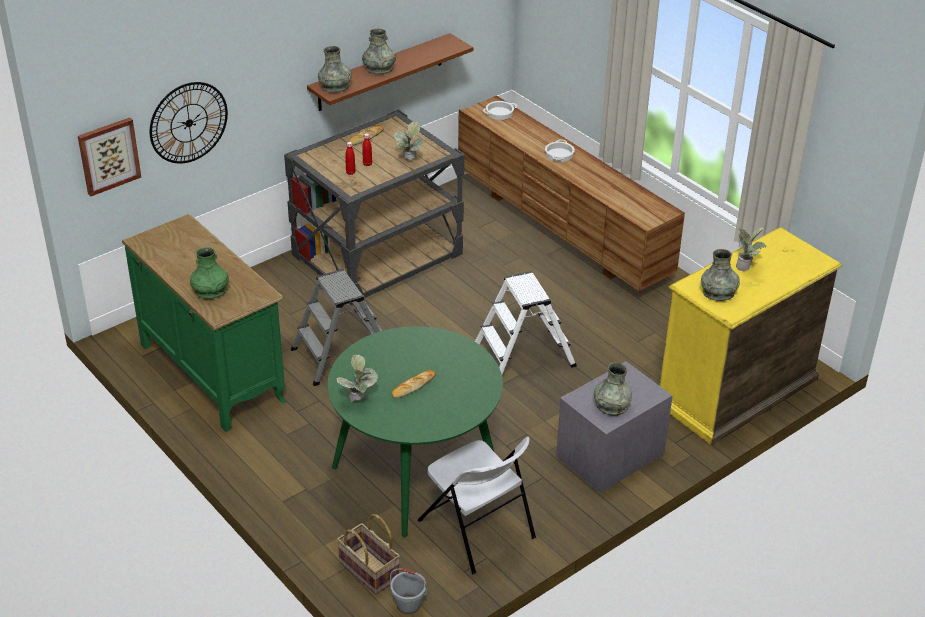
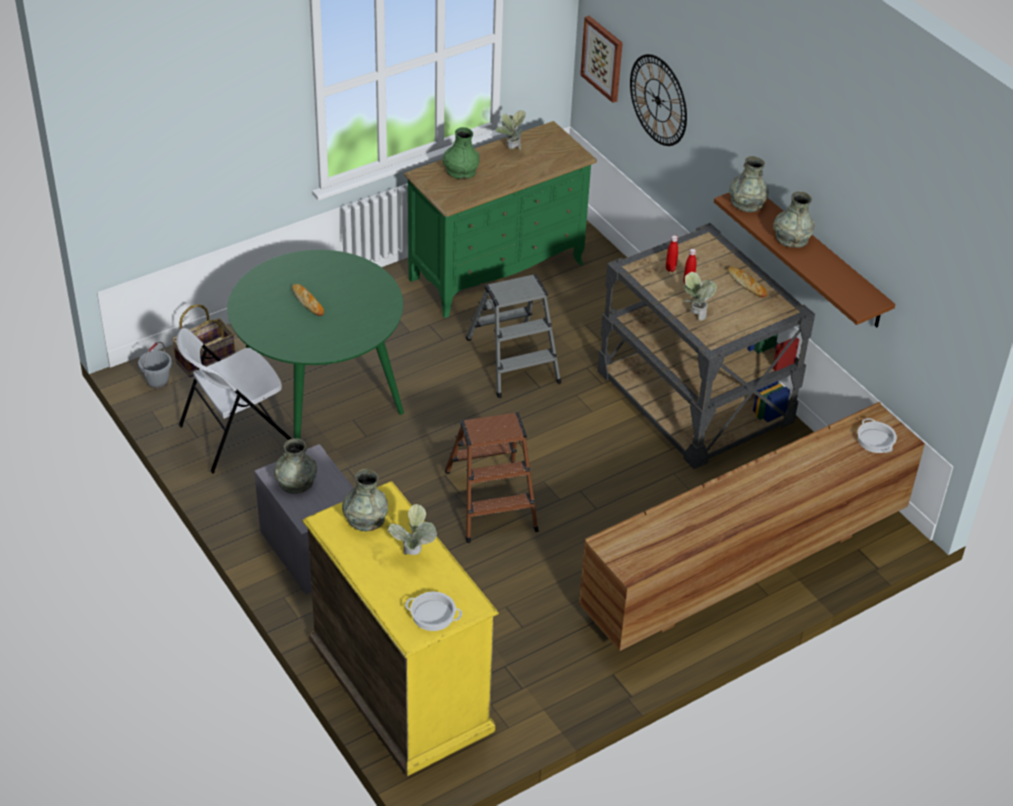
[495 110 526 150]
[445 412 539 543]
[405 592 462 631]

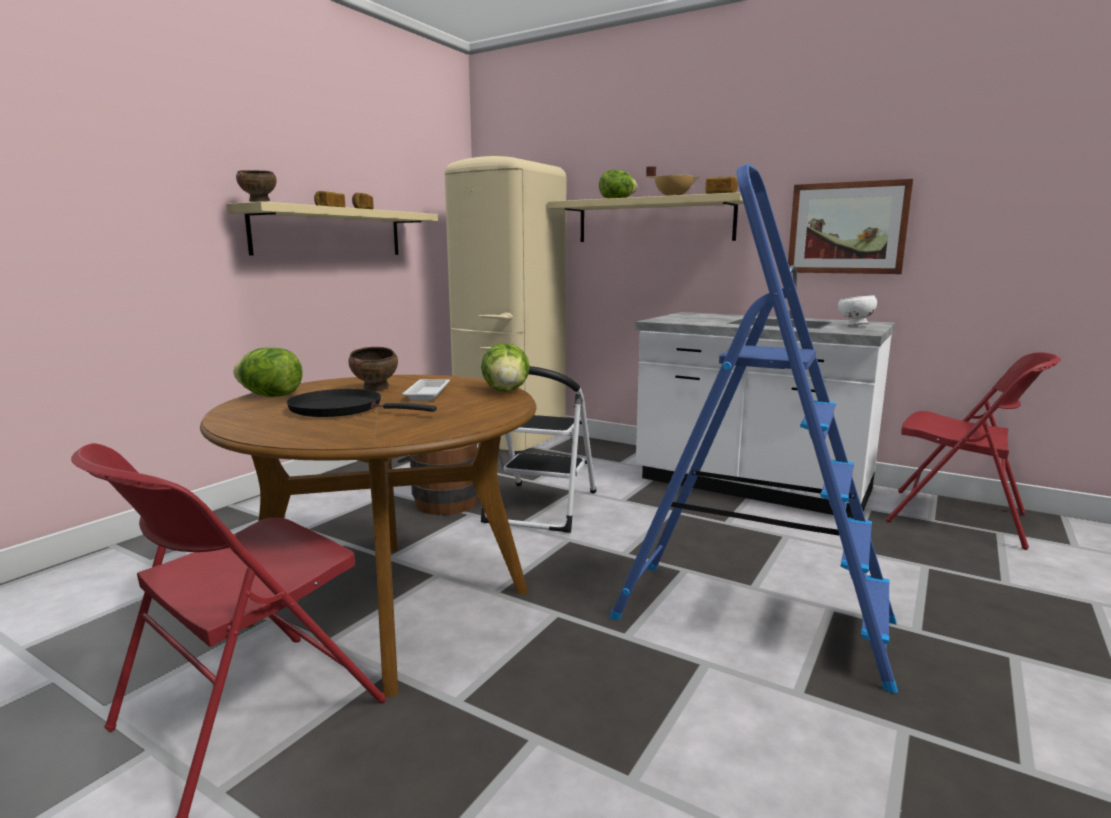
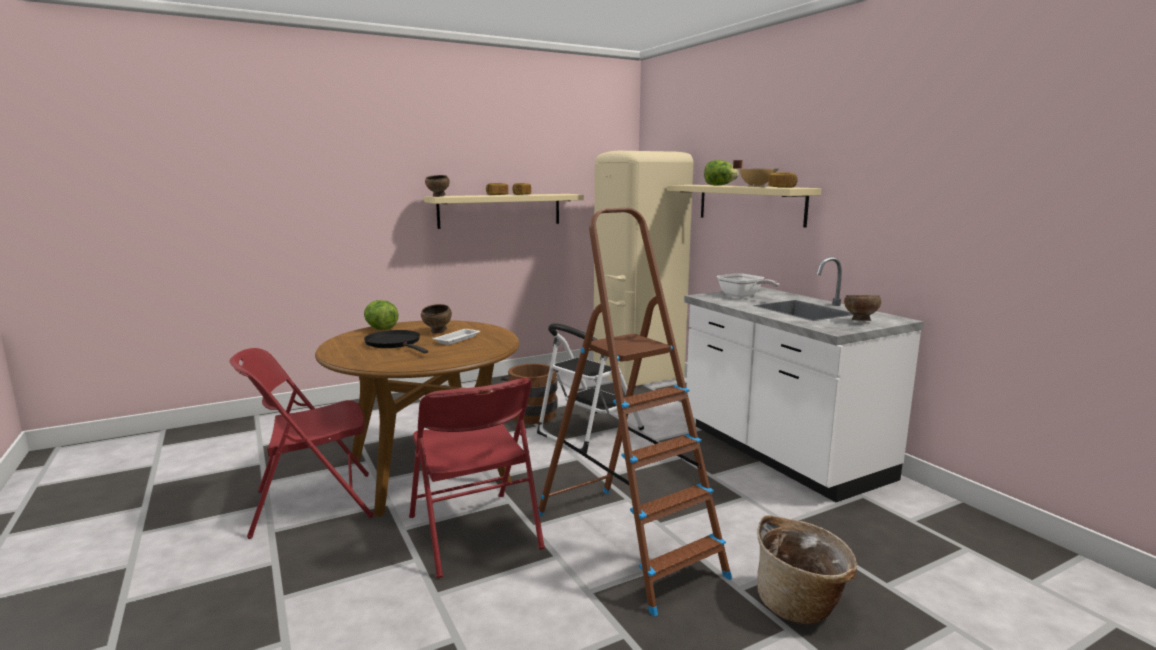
[481 343 530 392] (first image)
[538 208 732 616]
[788 179 913 274] (first image)
[844 295 881 321]
[409 378 545 579]
[717 273 779 298]
[757 515 857 624]

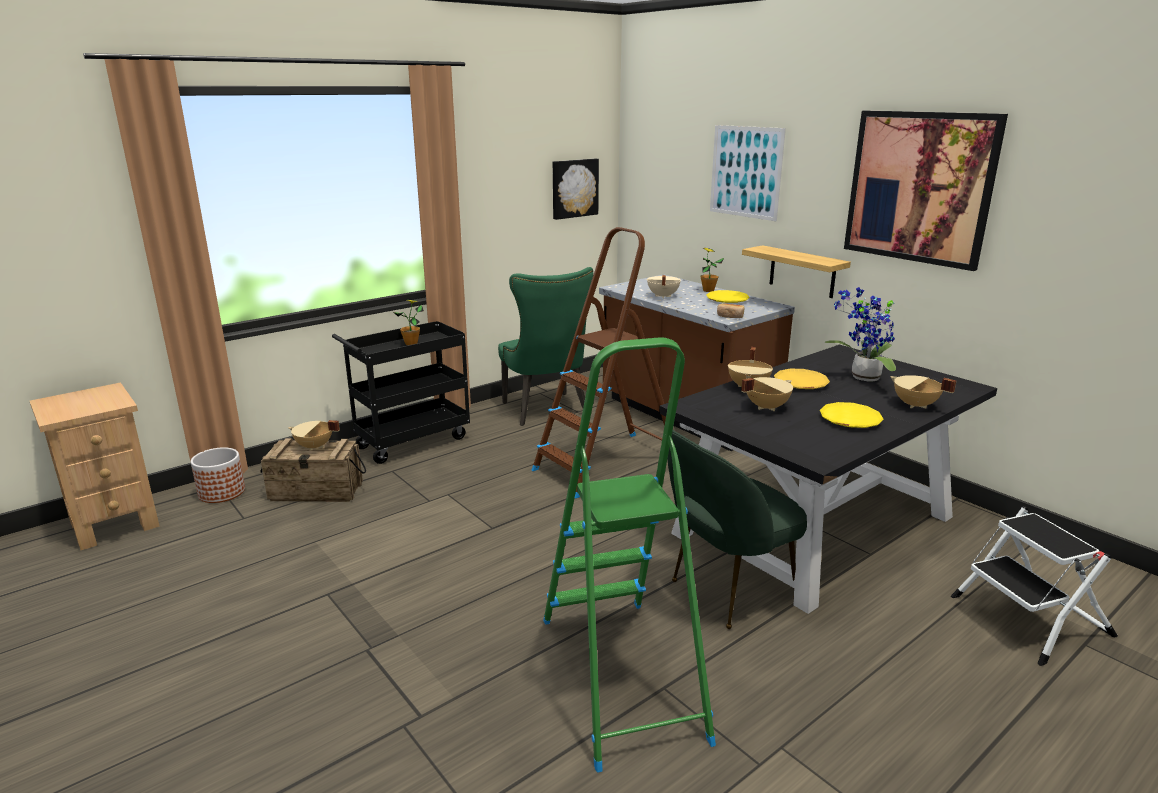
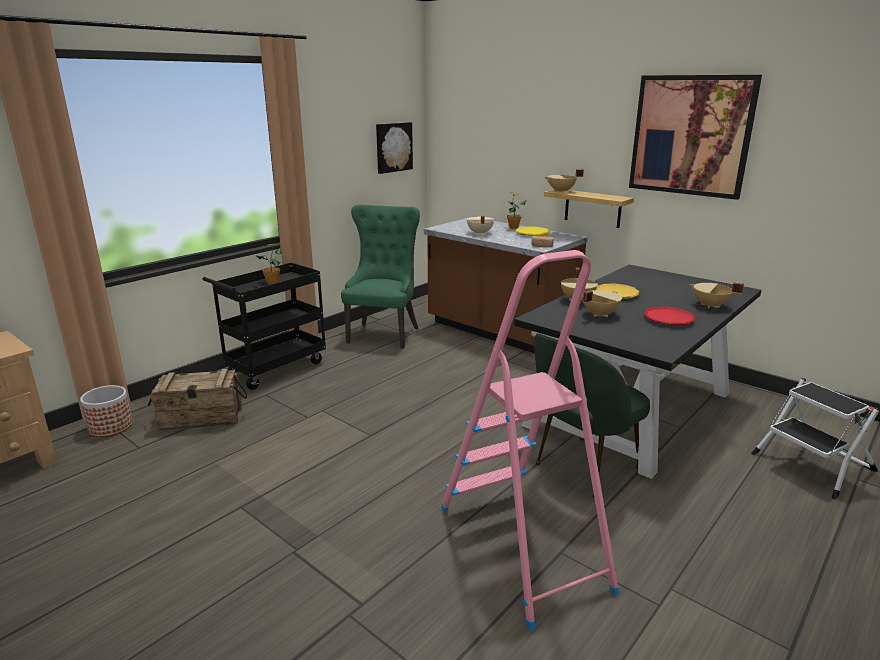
[545 169 584 193]
[341 205 420 349]
[532 227 666 498] (first image)
[441 250 619 631]
[710 125 786 221] (first image)
[644 307 695 325]
[825 287 896 382] (first image)

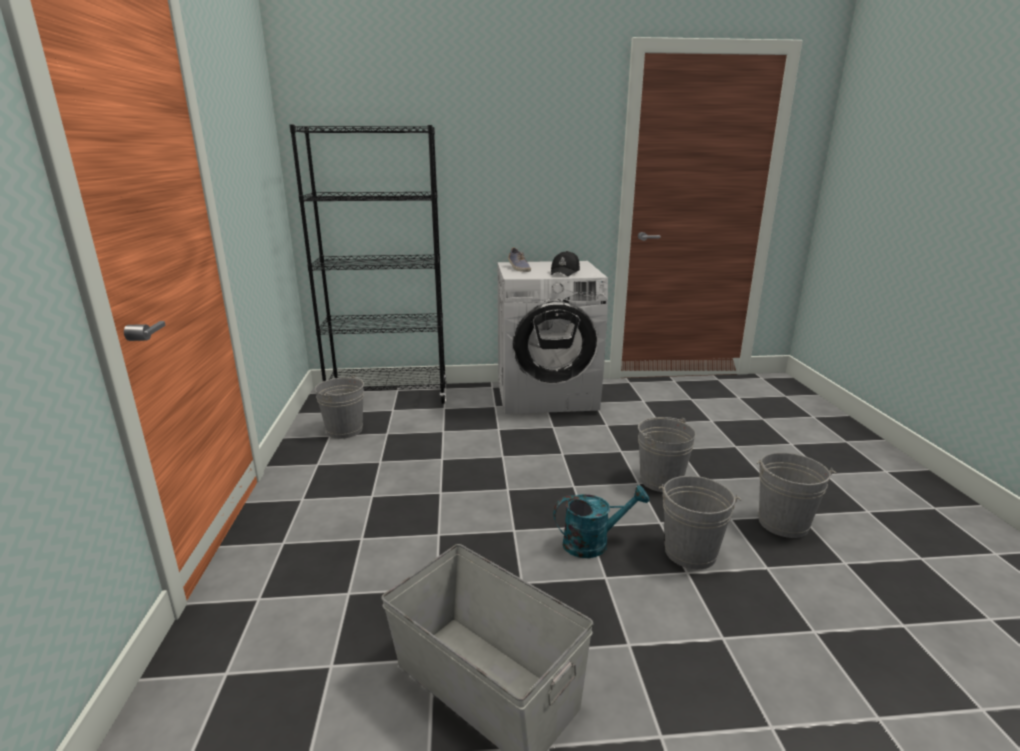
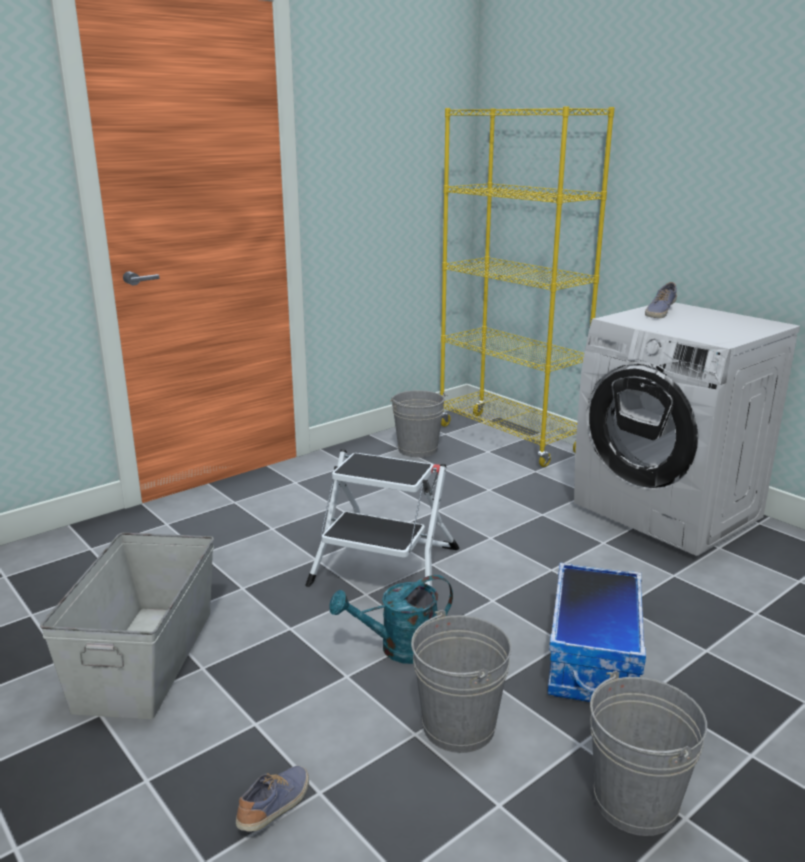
[440 106 615 467]
[551 251 580 276] (first image)
[330 575 453 664]
[547 563 646 702]
[236 766 309 831]
[305 449 459 587]

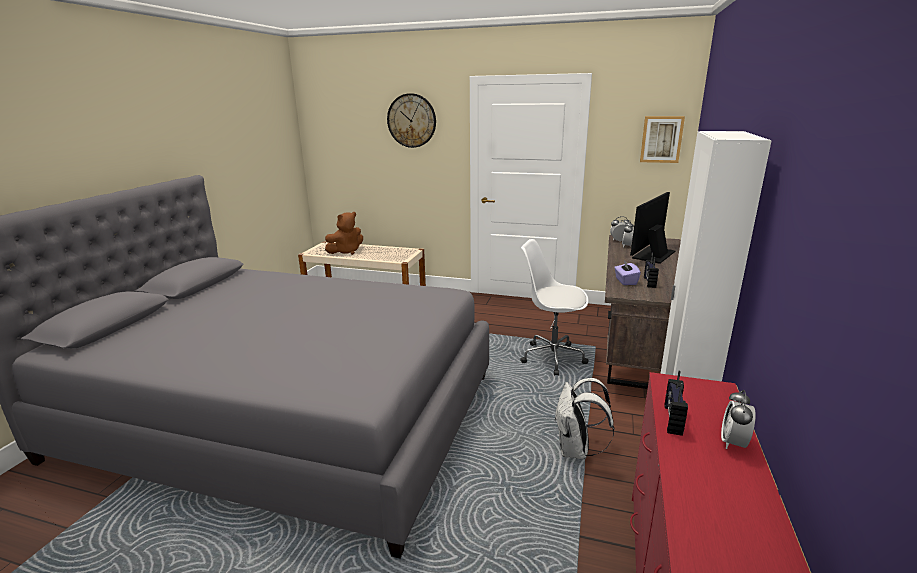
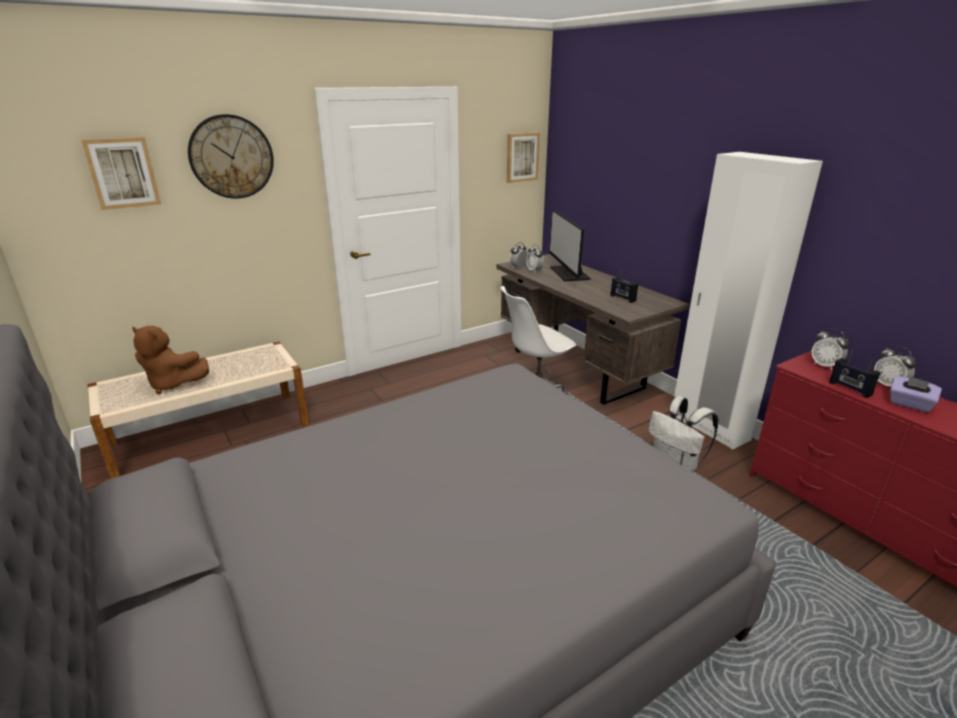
[132 326 209 394]
[890 376 942 413]
[81 137 161 210]
[812 329 849 370]

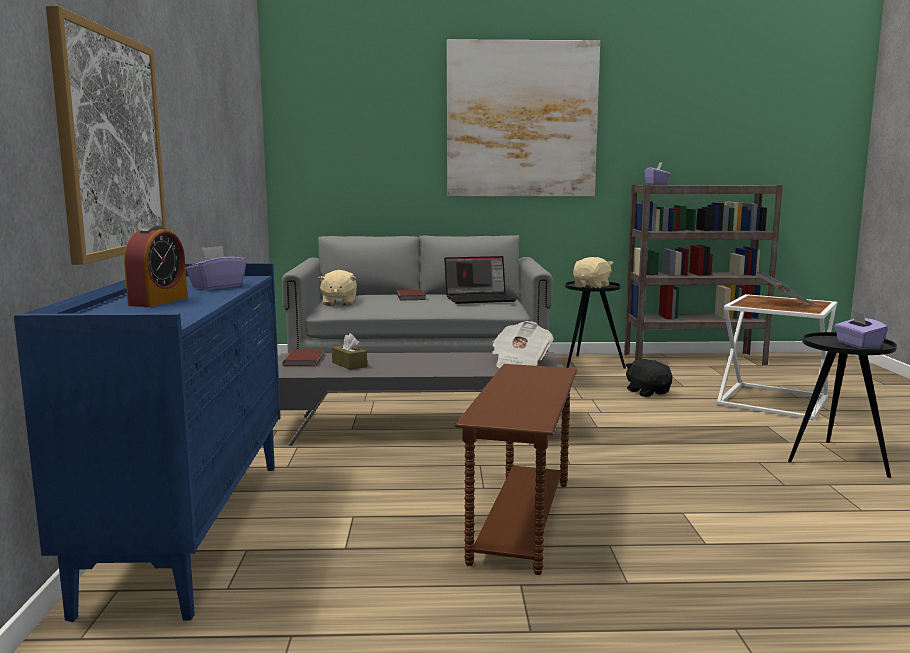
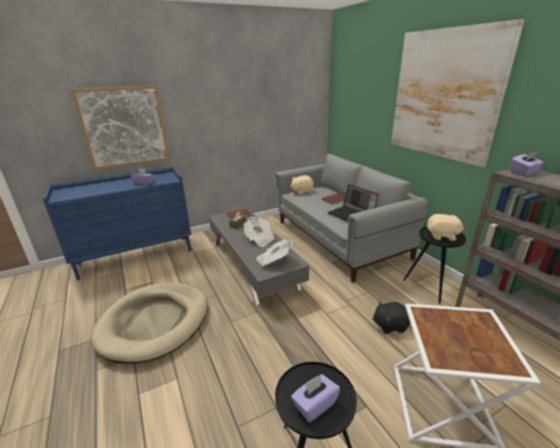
[124 225 188 307] (first image)
[90 283 208 364]
[373 301 410 334]
[244 217 275 247]

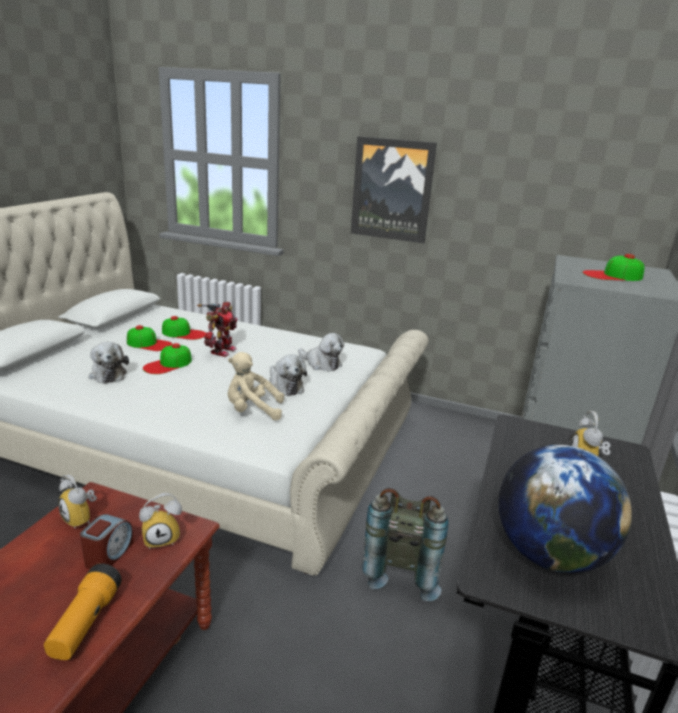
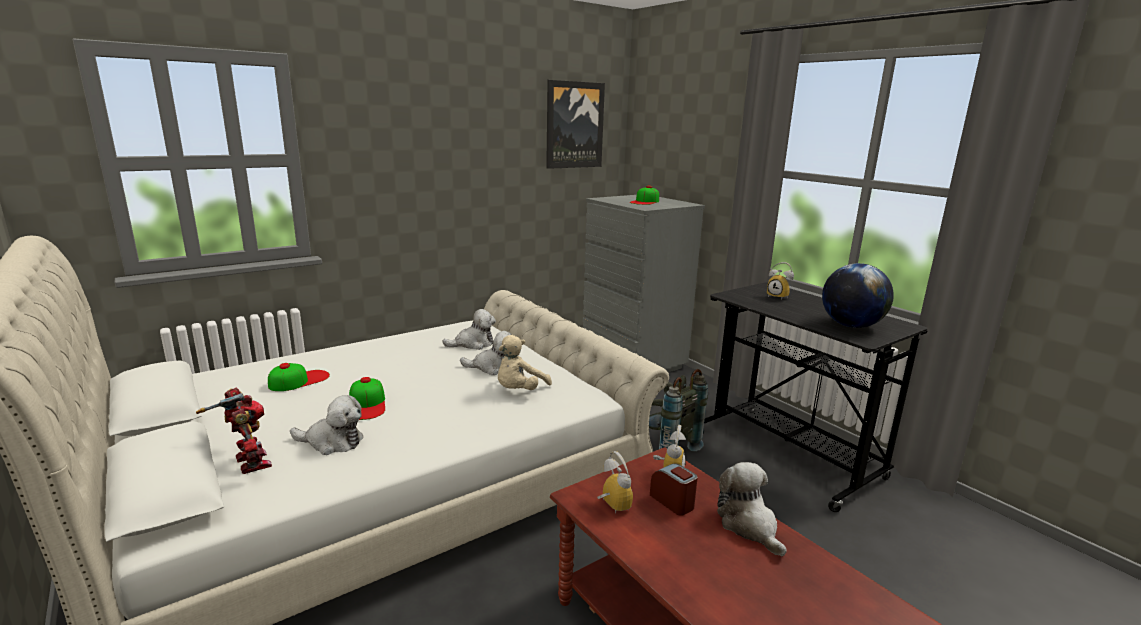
[717 462 787 557]
[597 451 633 513]
[127 325 172 351] (first image)
[196 388 272 474]
[546 80 605 169]

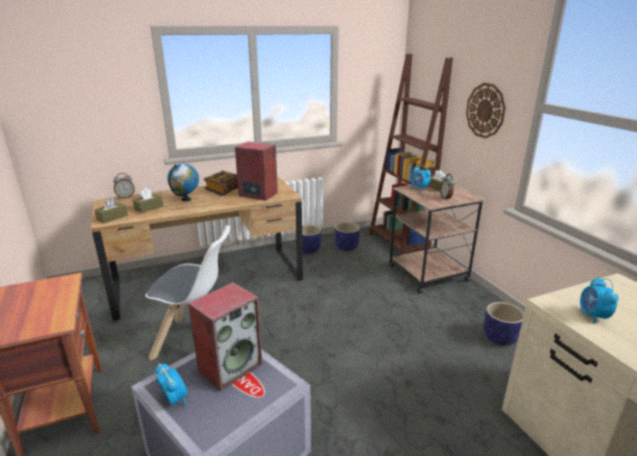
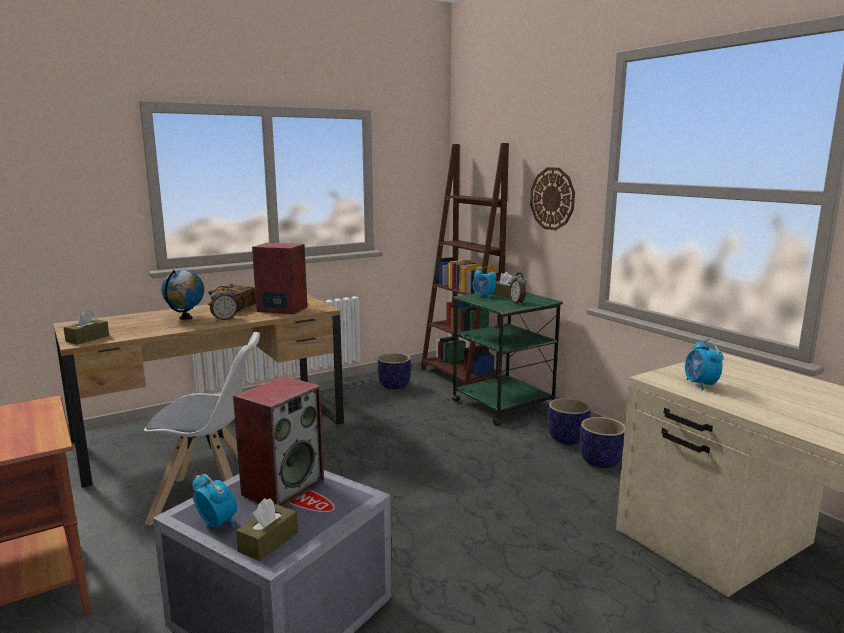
[210 286 238 321]
[236 498 298 561]
[548 398 591 445]
[452 292 563 426]

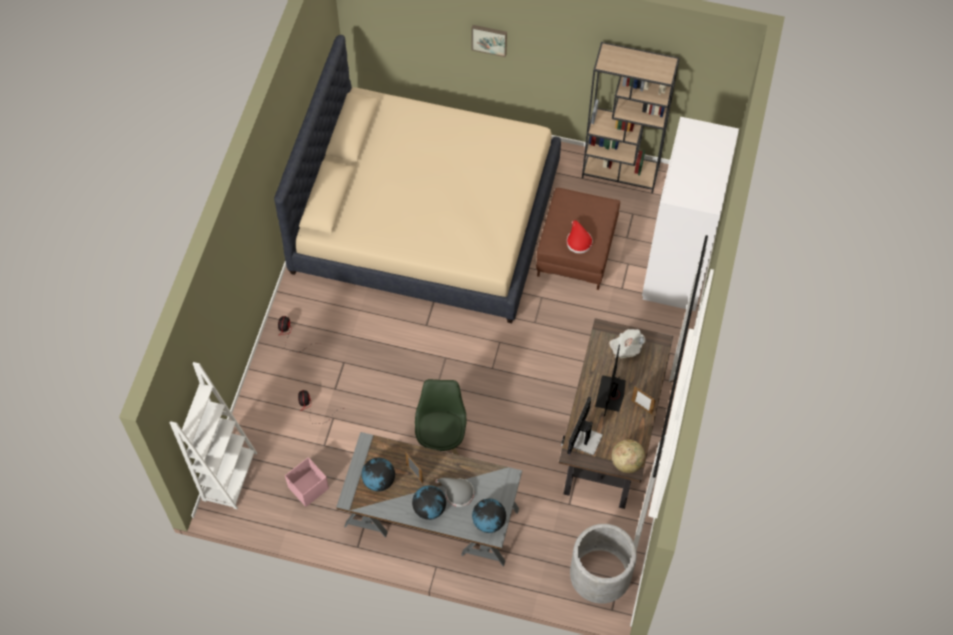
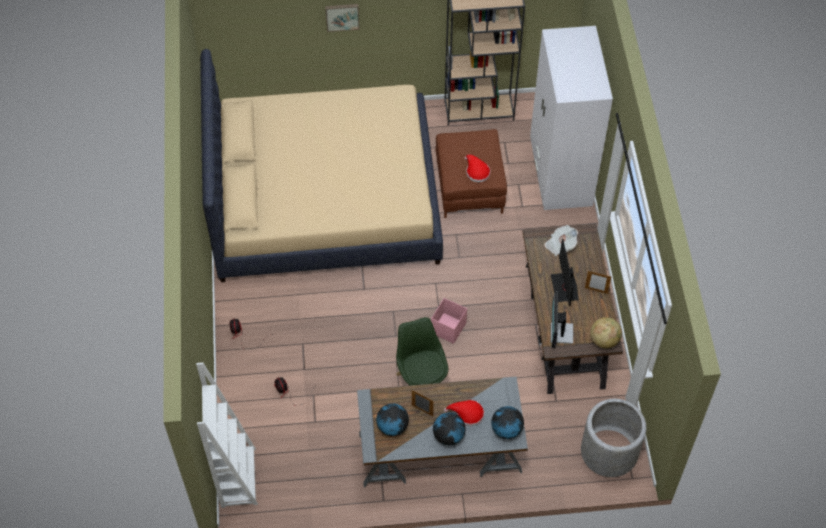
[431 298 467 344]
[444 400 484 426]

